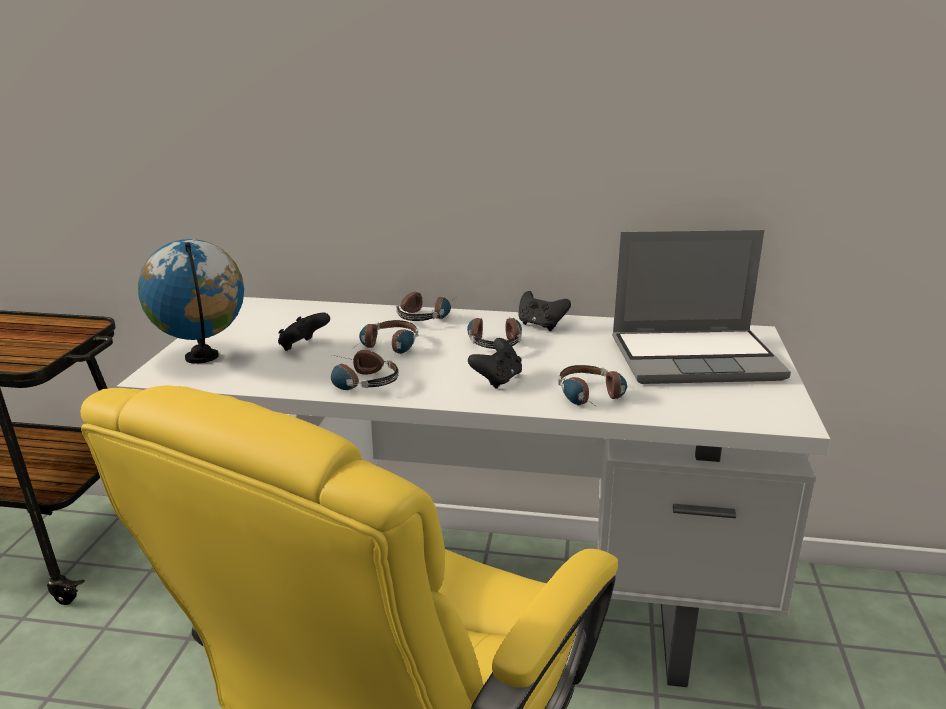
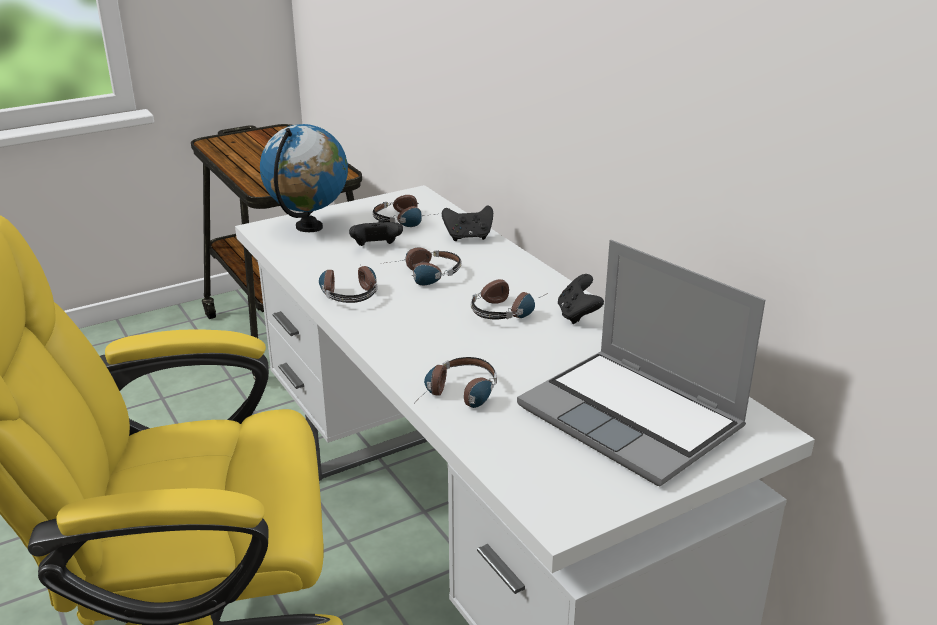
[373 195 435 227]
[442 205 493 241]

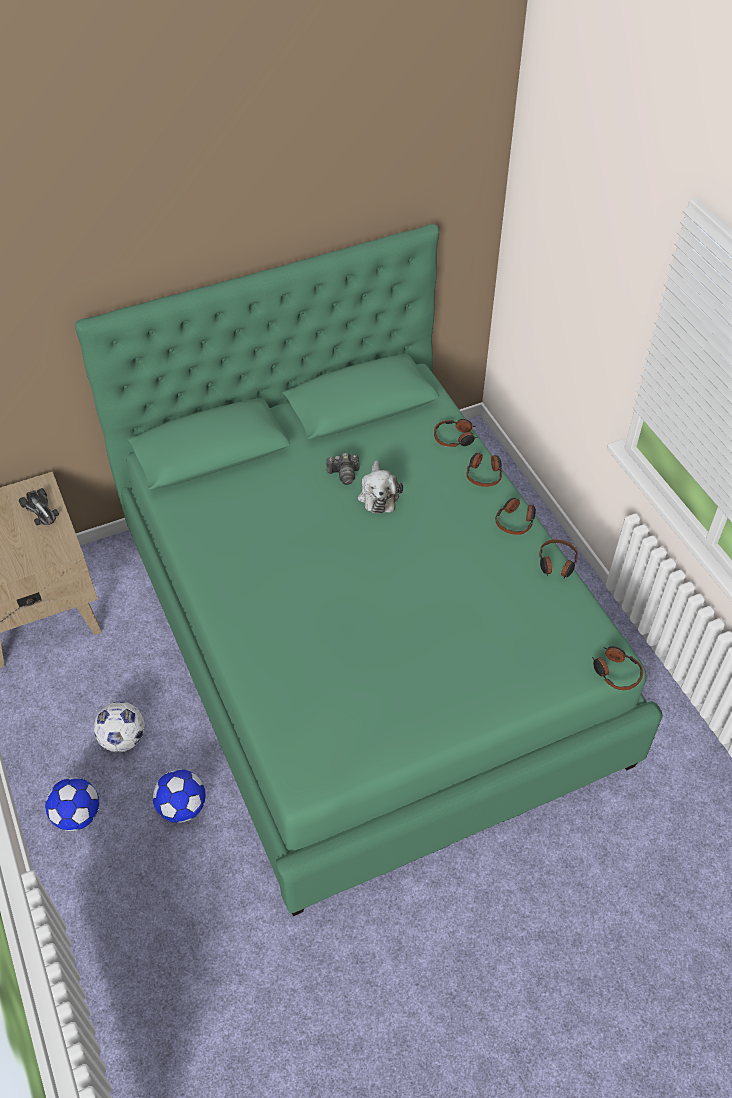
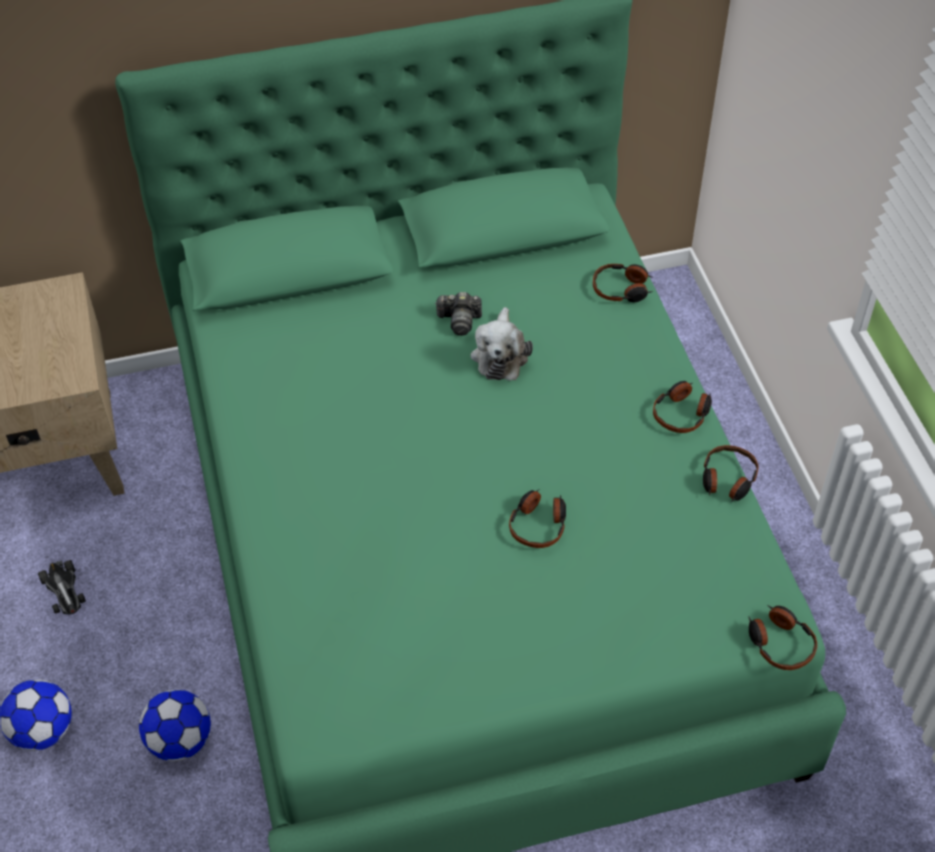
[38 560 86 614]
[94 701 145 752] (first image)
[509 489 566 548]

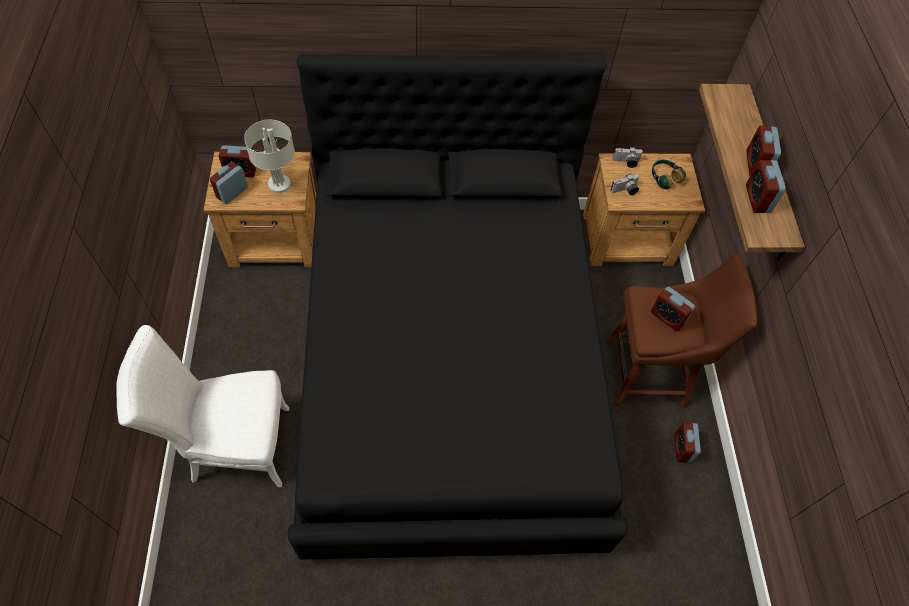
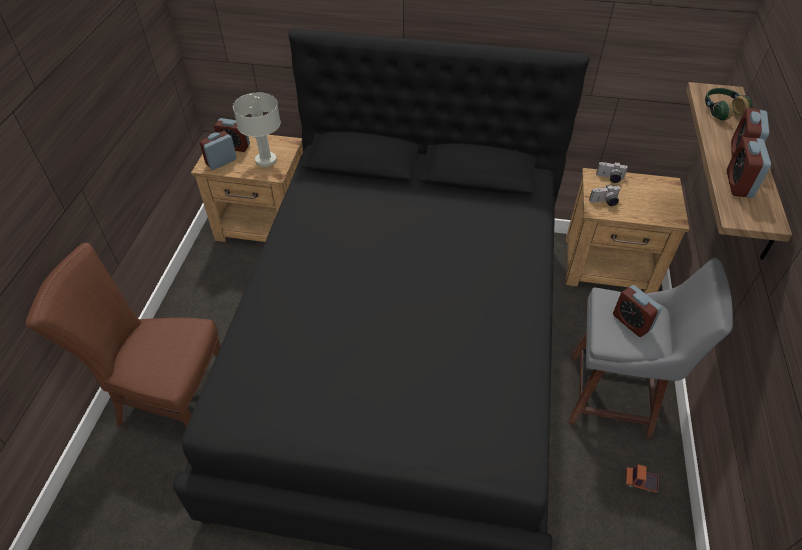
[25 243 221 428]
[569 258 733 439]
[705 88 752 120]
[625 465 659 493]

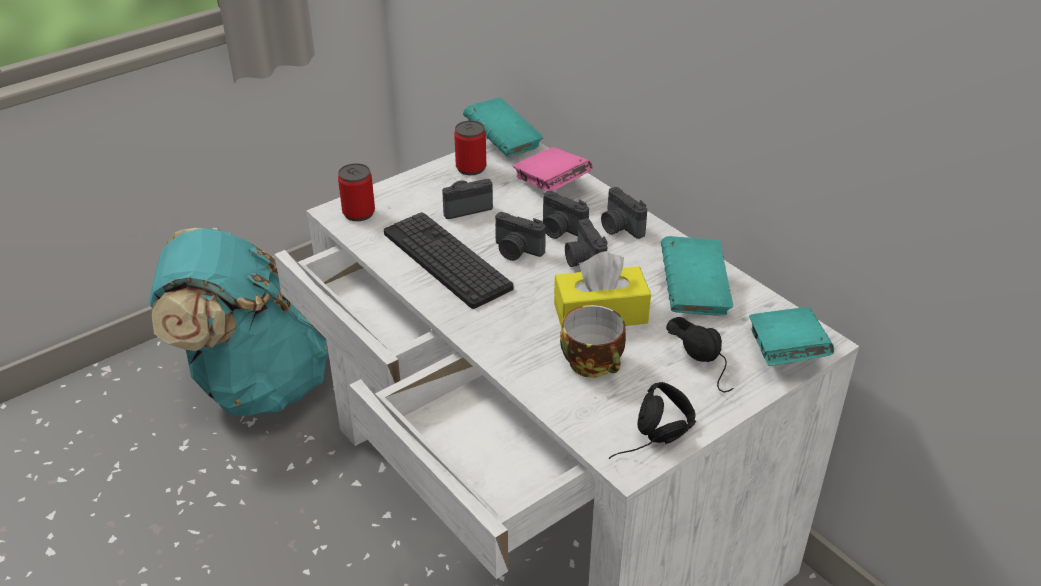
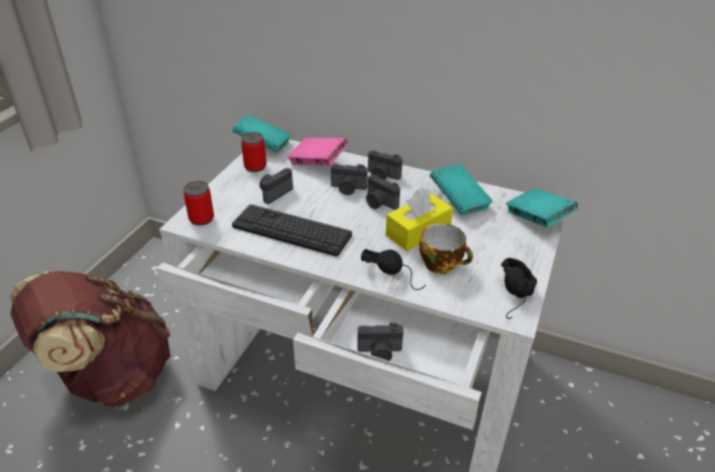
[10 271 171 407]
[357 323 403 361]
[361 249 426 290]

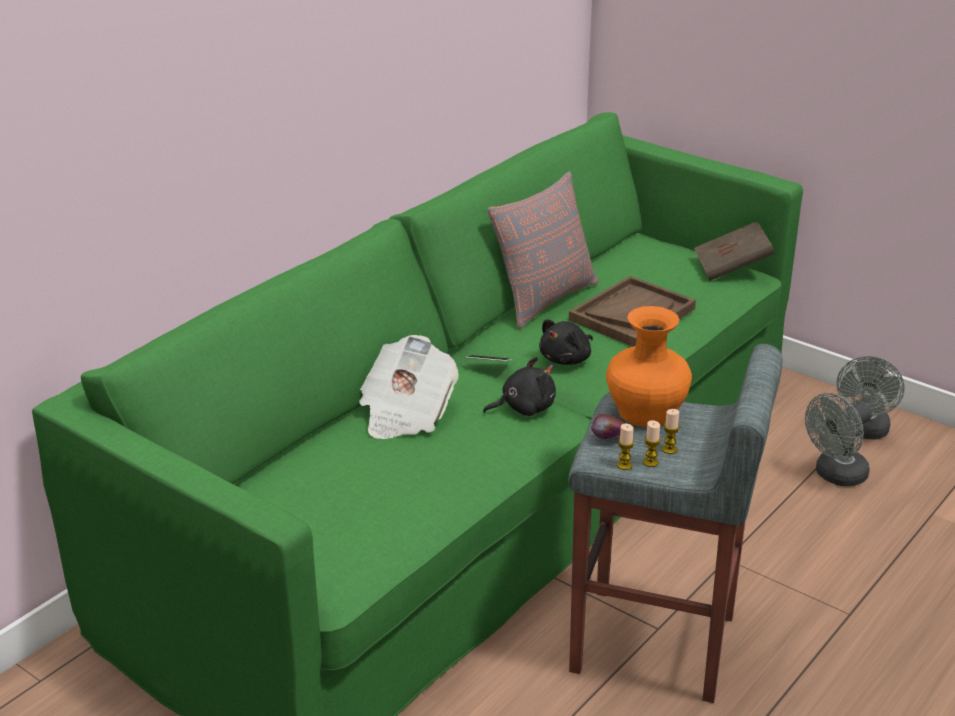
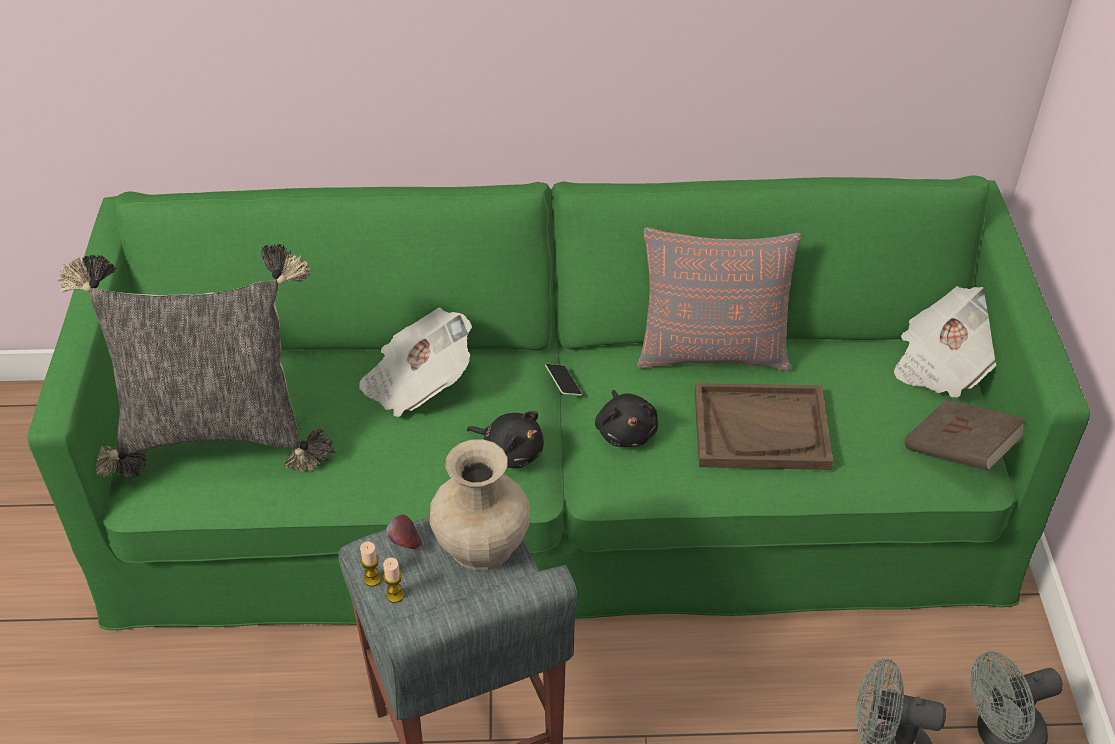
[595 390 658 447]
[430 439 530 570]
[662 409 680 454] (first image)
[57 244 336 480]
[894 286 996 398]

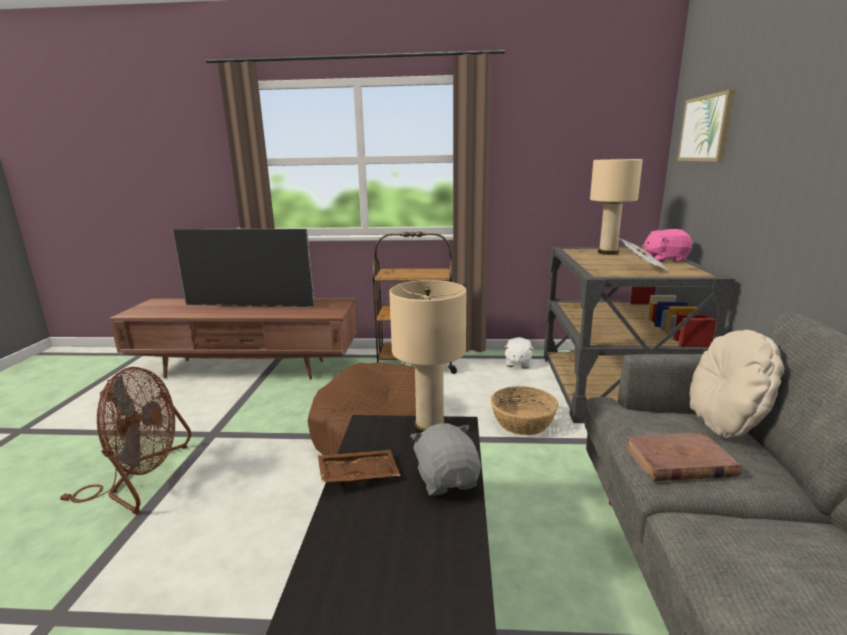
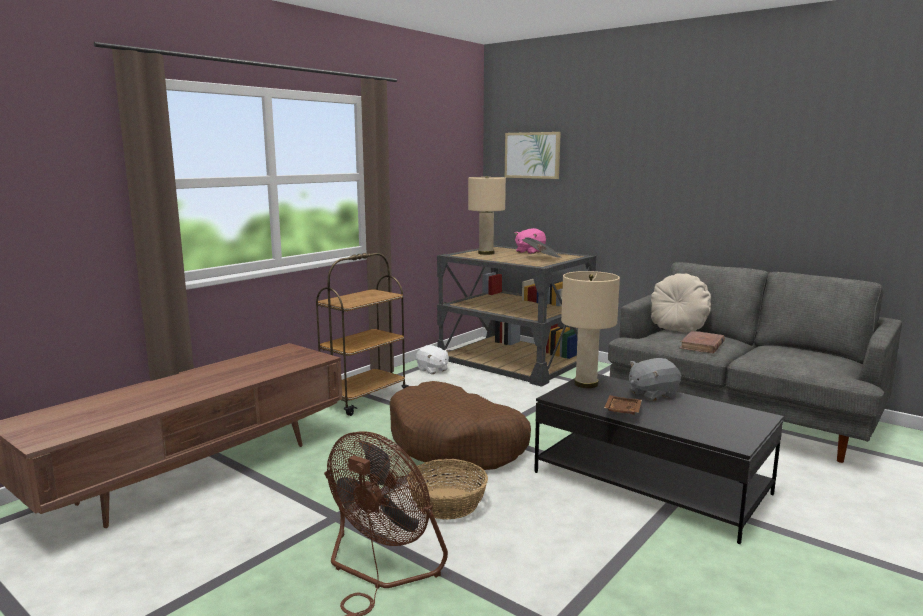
[172 227 314 307] (first image)
[629 358 681 401]
[407 459 488 520]

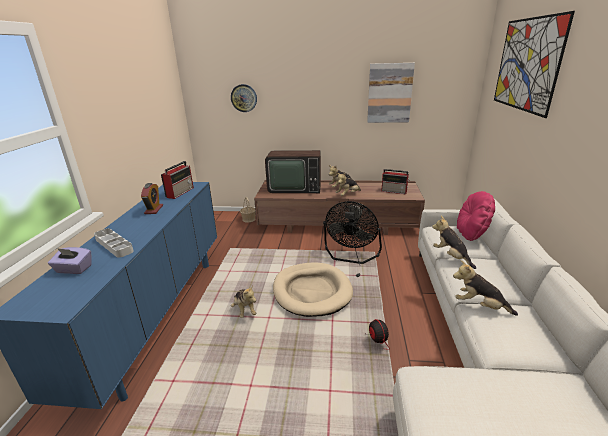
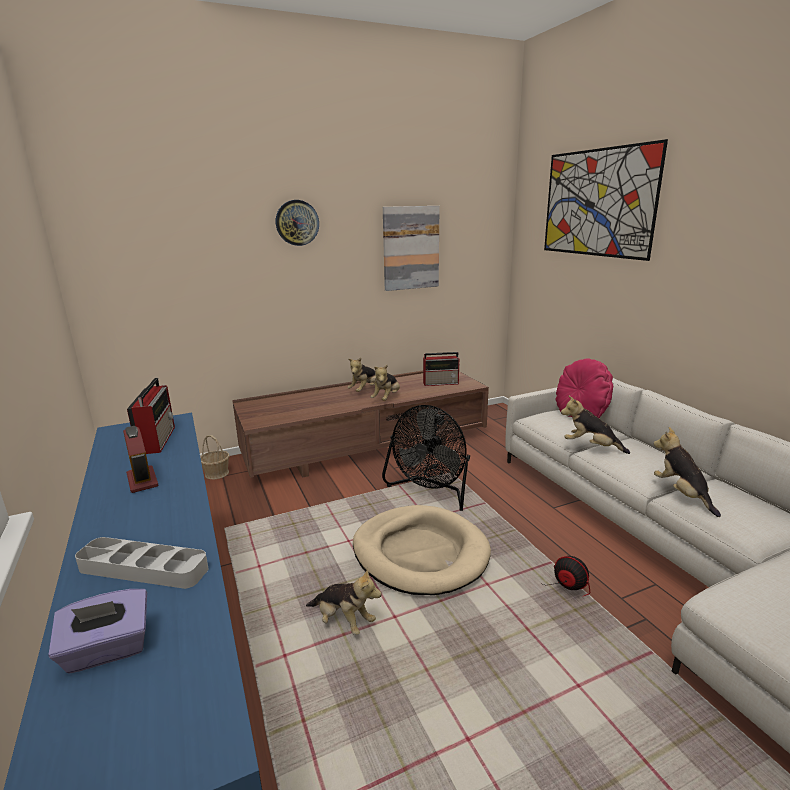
[276 200 319 246]
[265 150 321 193] (first image)
[382 405 470 511]
[654 427 721 517]

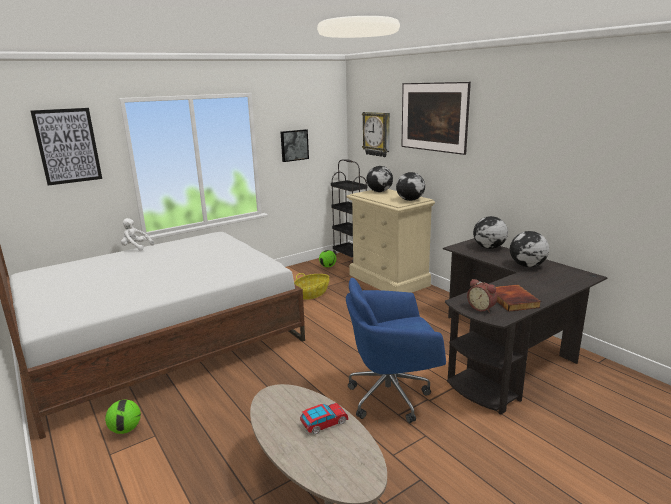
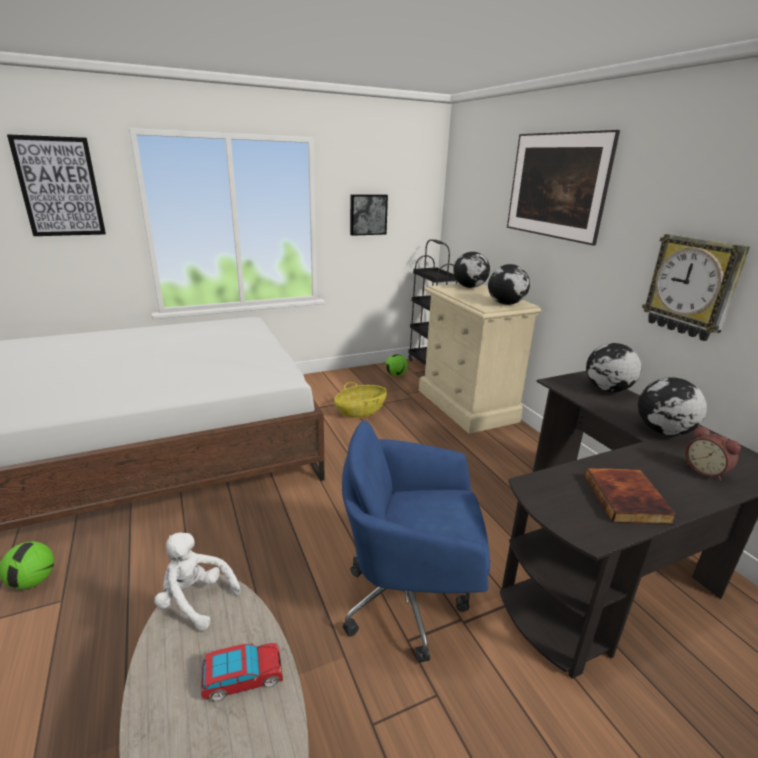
[154 532 241 631]
[642 234 750 341]
[685 426 741 481]

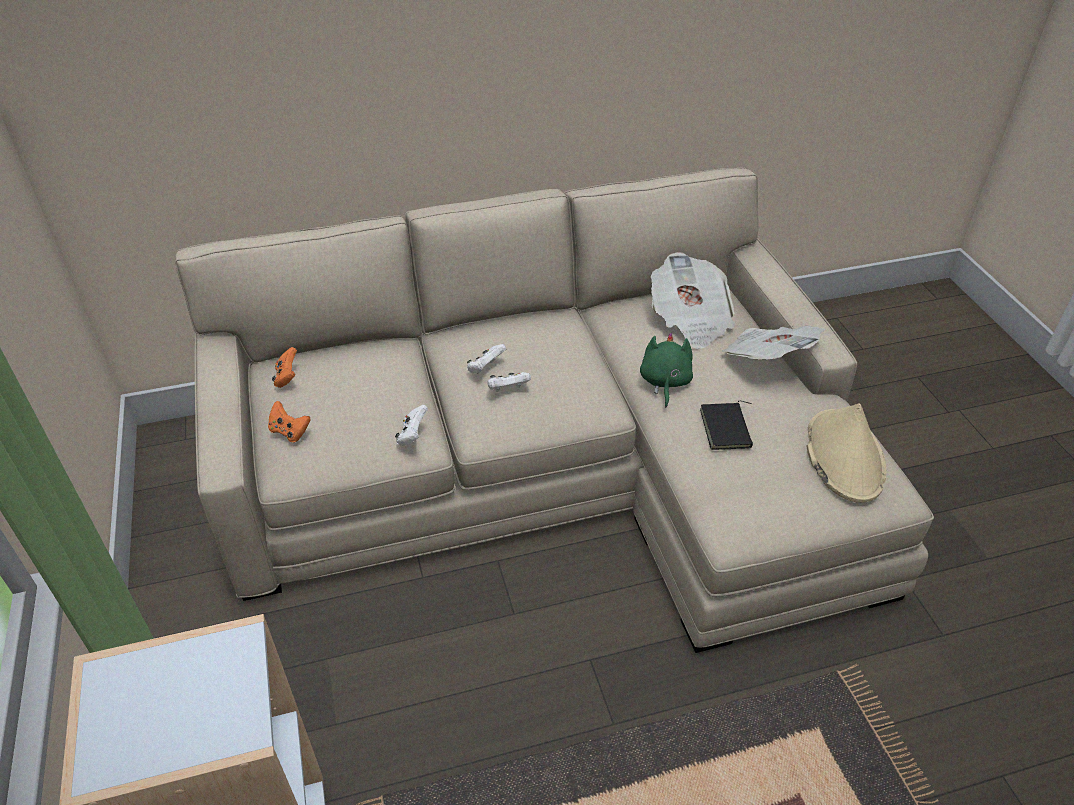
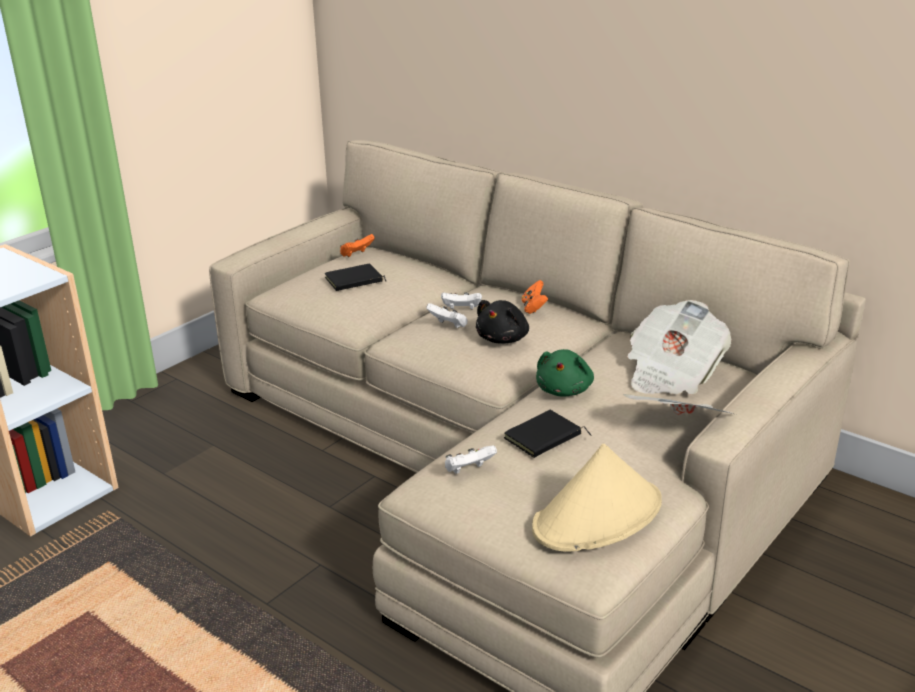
[522 280 548 314]
[445 445 497 474]
[536 349 594 397]
[324 263 387 291]
[476 300 529 343]

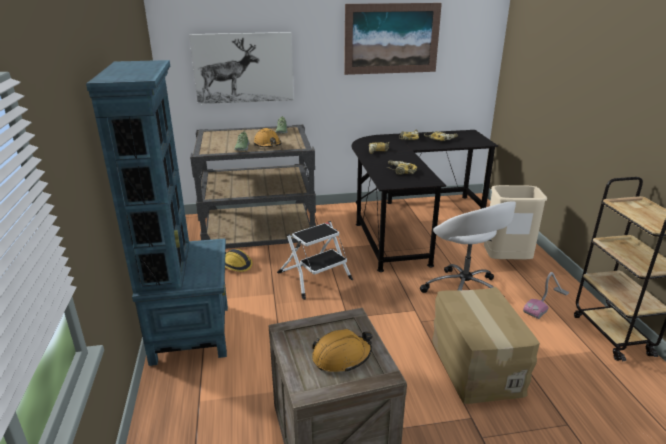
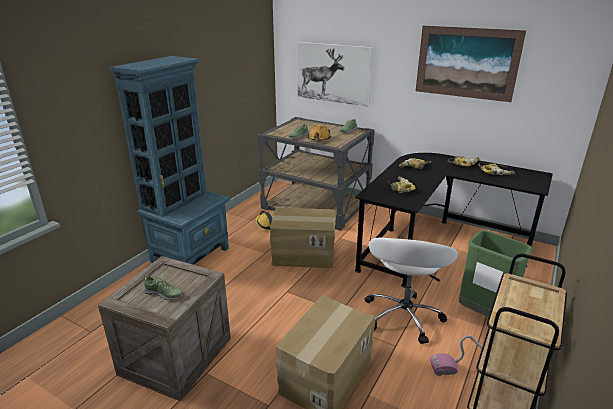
[270 208 336 268]
[143 275 183 300]
[459 230 532 317]

